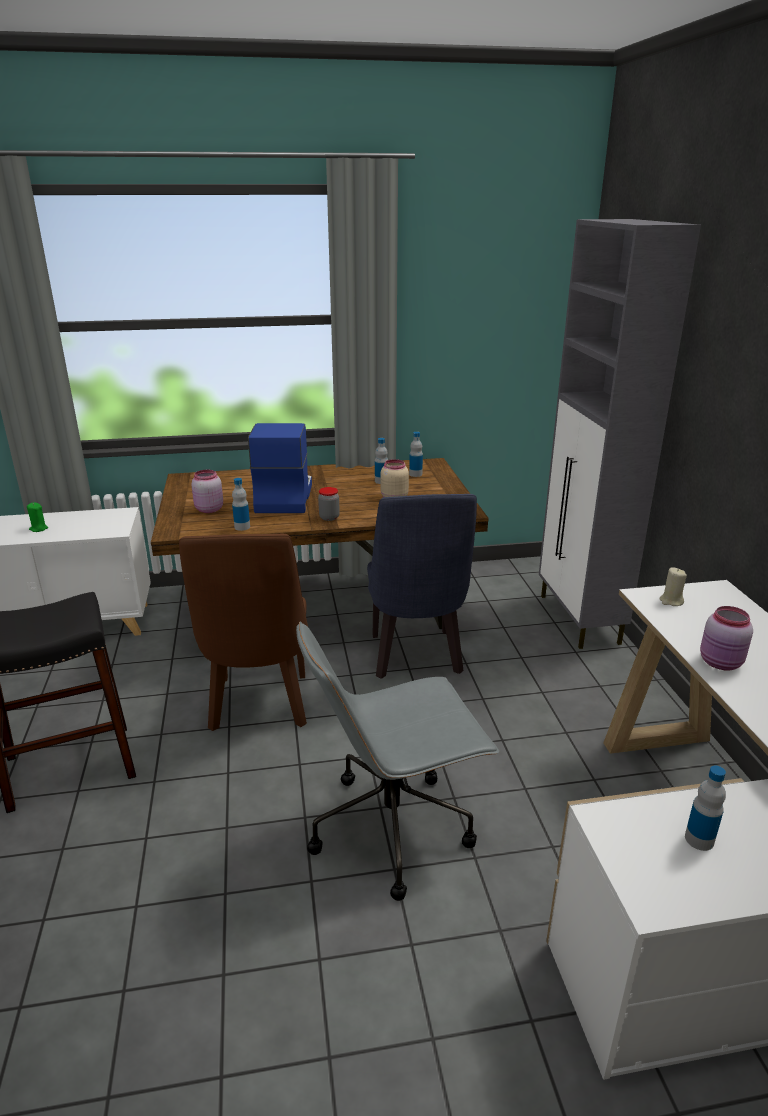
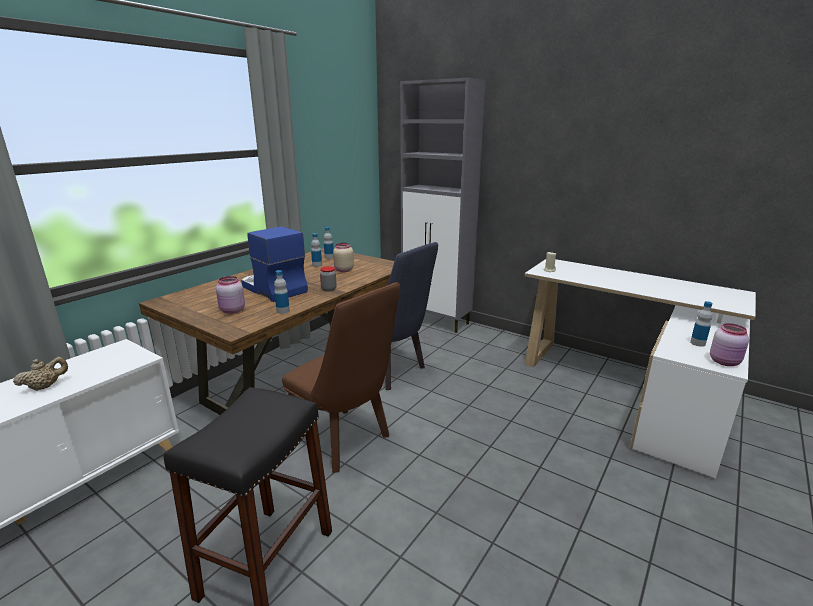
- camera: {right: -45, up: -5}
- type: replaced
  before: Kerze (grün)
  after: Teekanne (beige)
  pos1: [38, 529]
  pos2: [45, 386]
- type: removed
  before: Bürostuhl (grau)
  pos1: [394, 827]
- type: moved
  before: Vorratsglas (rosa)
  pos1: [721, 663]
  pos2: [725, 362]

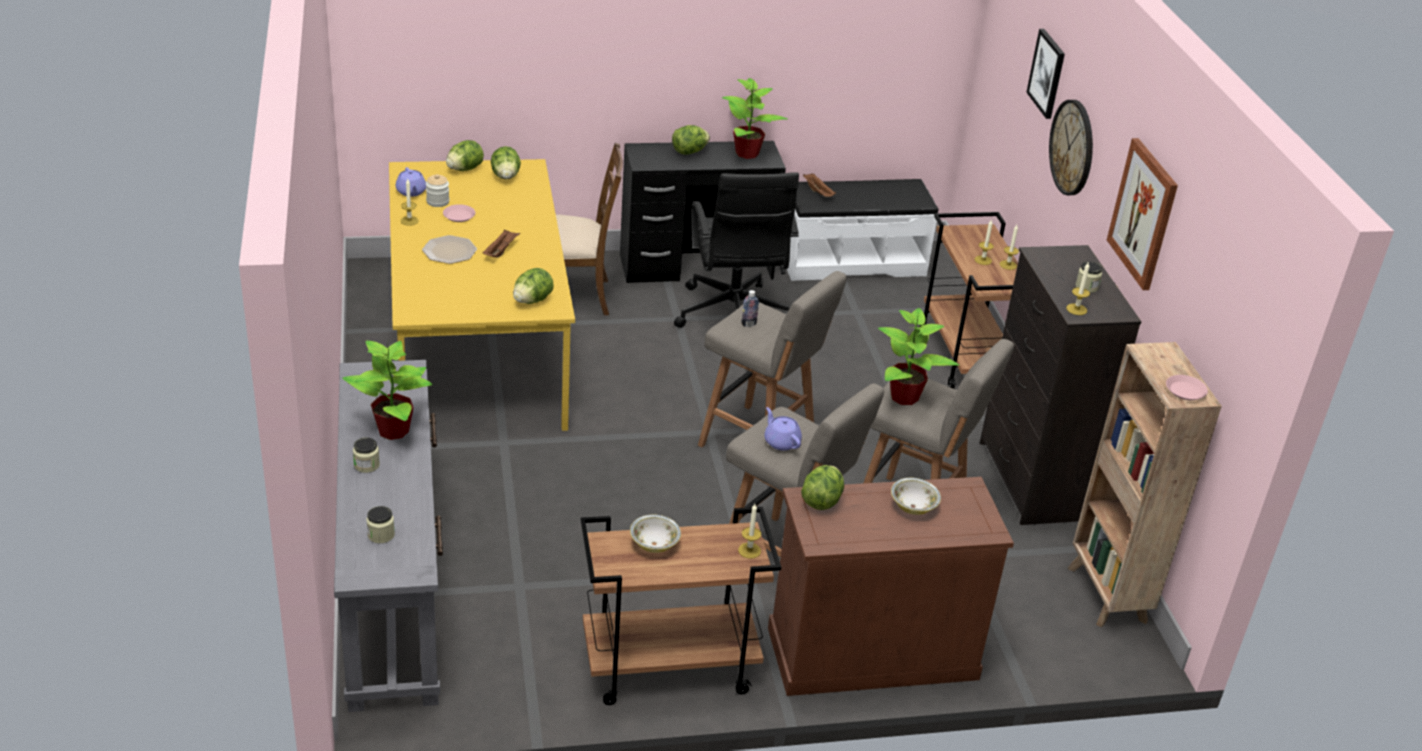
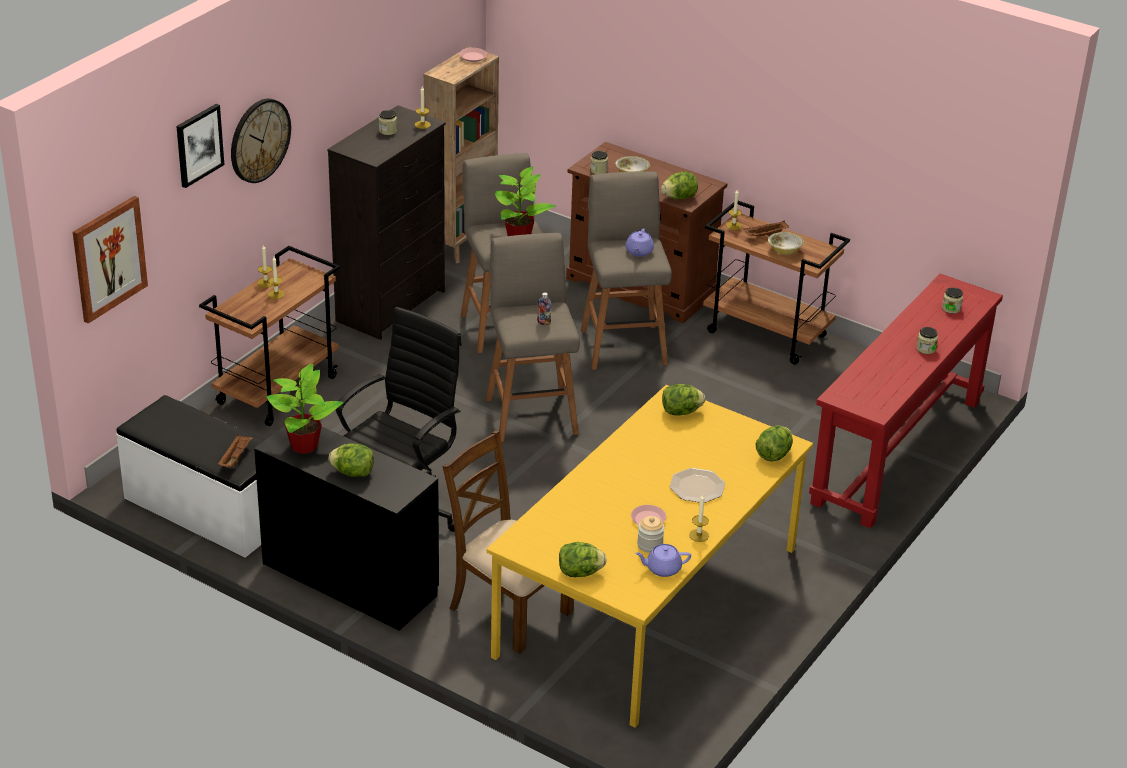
- camera: {right: -135, up: 0}
- type: recoloured
  before: Konsolentisch (grau)
  after: Konsolentisch (rot)
  pos1: [392, 590]
  pos2: [897, 451]
- type: removed
  before: Topfpflanze
  pos1: [394, 430]
- type: turned
  before: Teekanne (lila)
  pos1: [411, 192]
  pos2: [662, 568]
  turn: -120
- type: moved
  before: Tablett (braun)
  pos1: [501, 251]
  pos2: [765, 236]
- type: moved
  before: Salatkopf
  pos1: [505, 176]
  pos2: [773, 455]
- type: moved
  before: Bild
  pos1: [1143, 213]
  pos2: [109, 258]
- type: added
  after: Vorratsglas
  pos2: [598, 170]

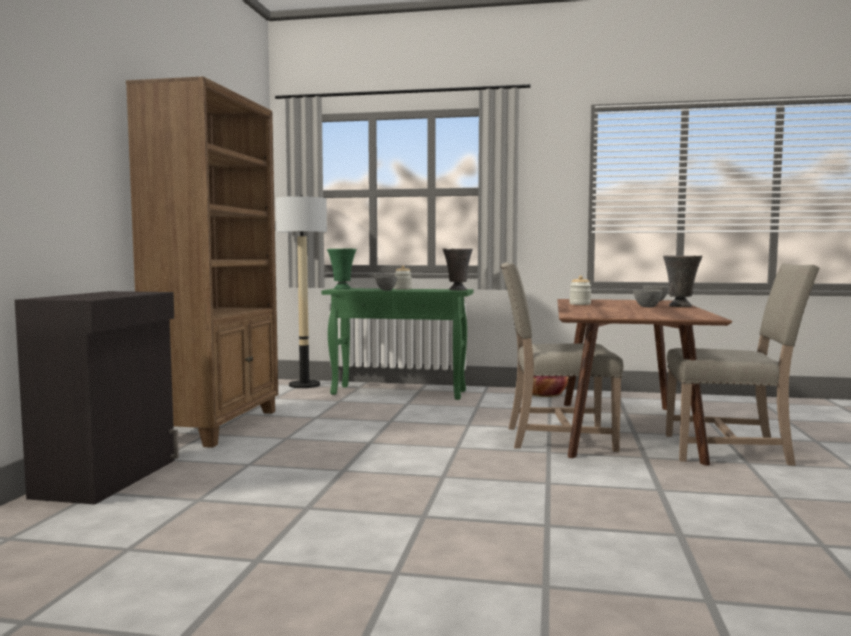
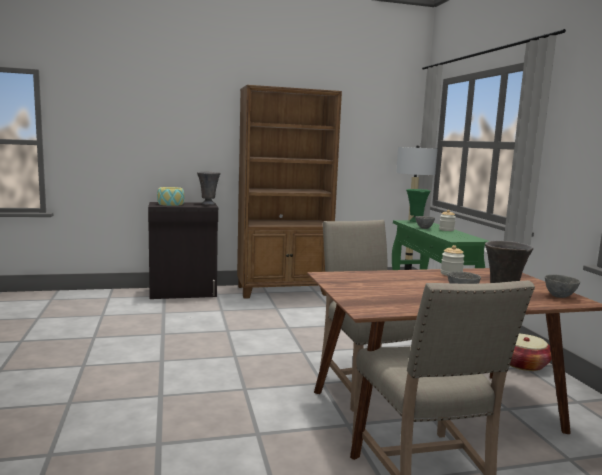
- camera: {right: 65, up: 5}
- type: moved
  before: Vase (grau)
  pos1: [457, 290]
  pos2: [208, 204]
- type: added
  after: Schüssel
  pos2: [170, 204]

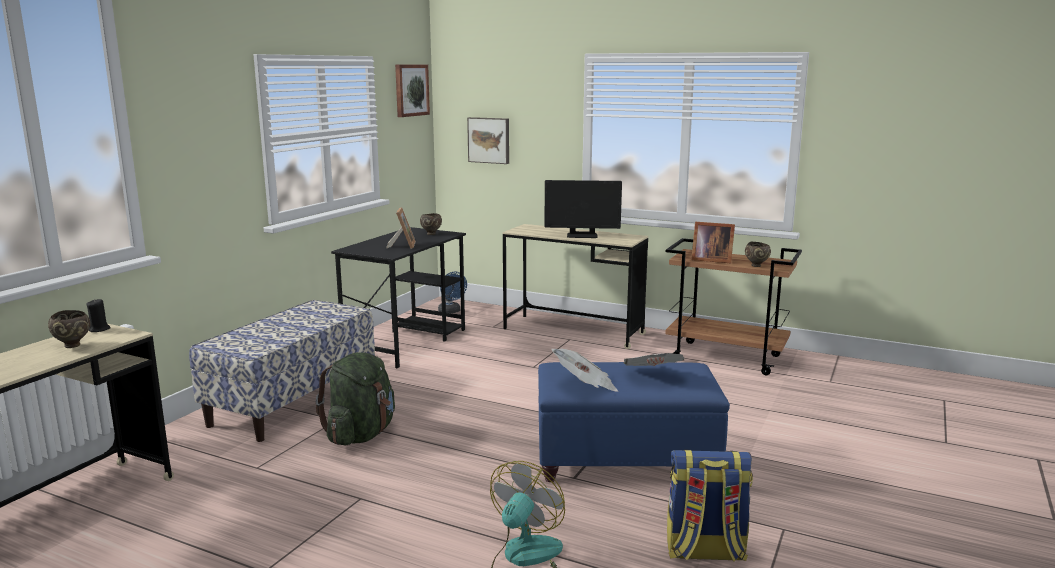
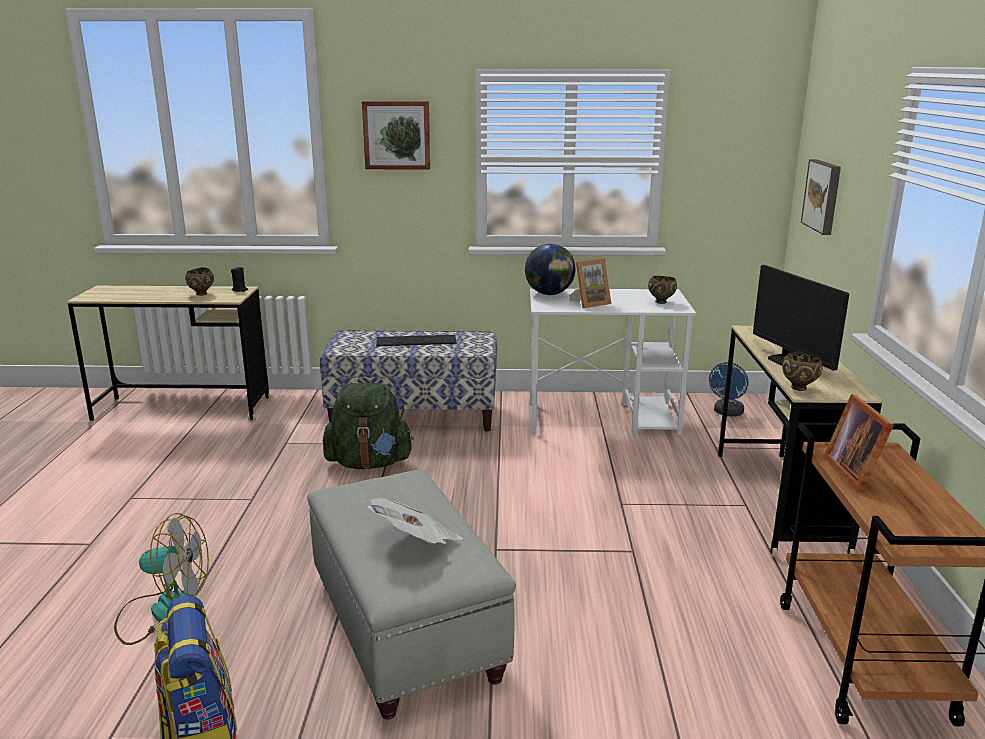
- camera: {right: 65, up: 5}
- type: recoloured
  before: Schreibtisch (schwarz)
  after: Schreibtisch (weiß)
  pos1: [407, 342]
  pos2: [604, 418]
- type: moved
  before: Bild
  pos1: [411, 90]
  pos2: [397, 135]
- type: recoloured
  before: Polsterhocker (blau)
  after: Polsterhocker (grau)
  pos1: [626, 460]
  pos2: [406, 630]
- type: removed
  before: Zeitung
  pos1: [585, 386]
- type: moved
  before: Schüssel (braun)
  pos1: [757, 266]
  pos2: [799, 388]
- type: added
  after: Tastatur
  pos2: [417, 340]
- type: added
  after: Globus
  pos2: [549, 294]

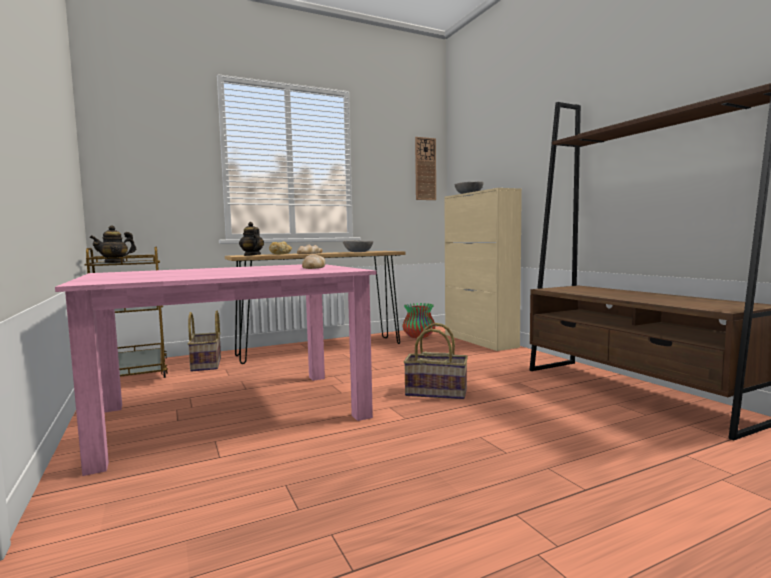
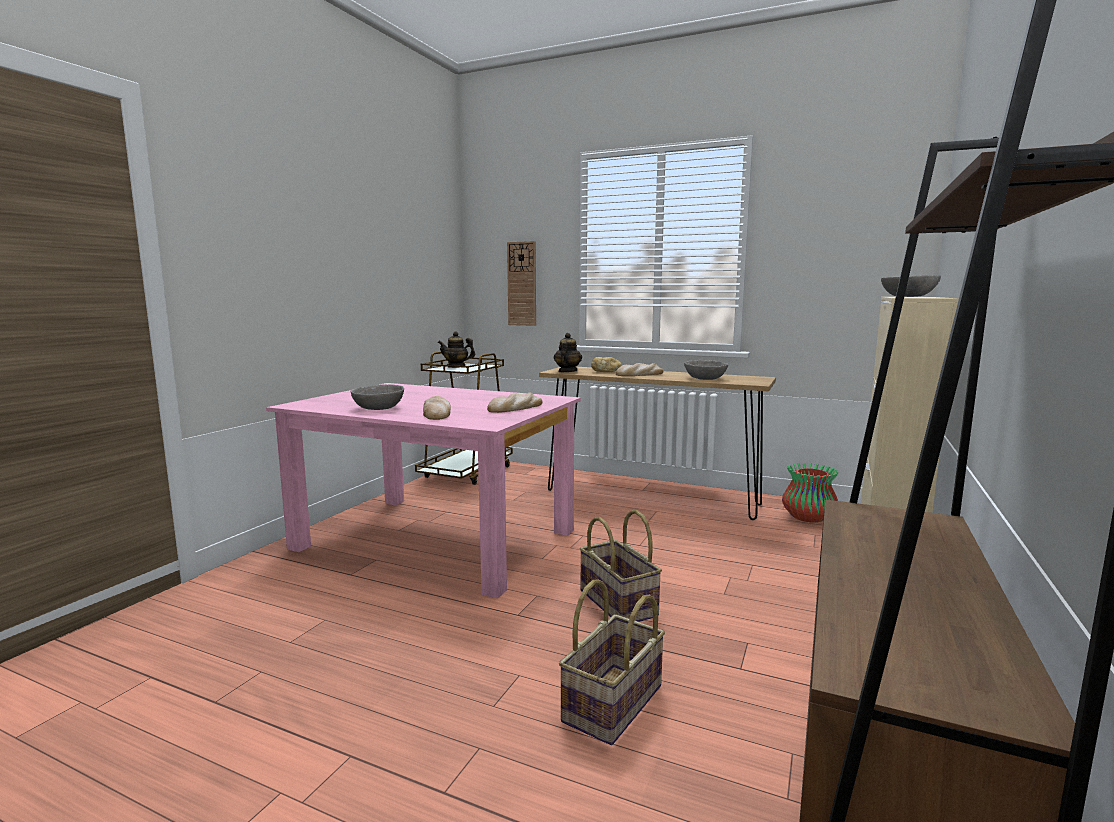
- camera: {right: 50, up: 5}
- type: moved
  before: Korb
  pos1: [207, 364]
  pos2: [614, 704]
- type: moved
  before: Wanduhr
  pos1: [425, 169]
  pos2: [522, 284]
- type: added
  after: Schüssel (grau)
  pos2: [379, 408]
- type: added
  after: Brot
  pos2: [437, 413]

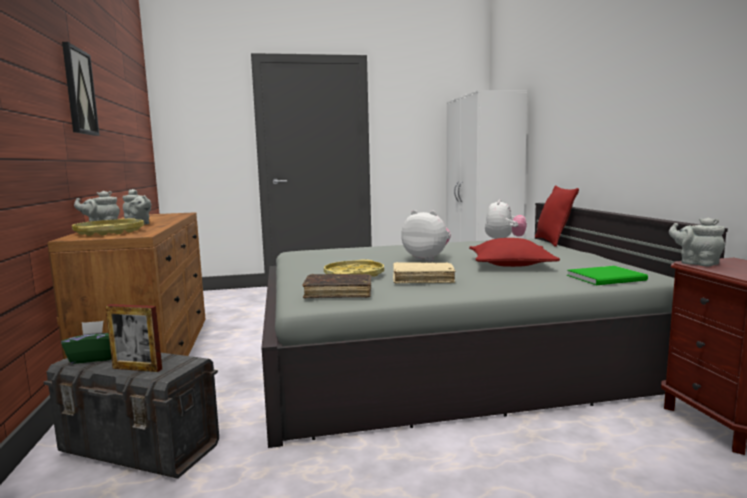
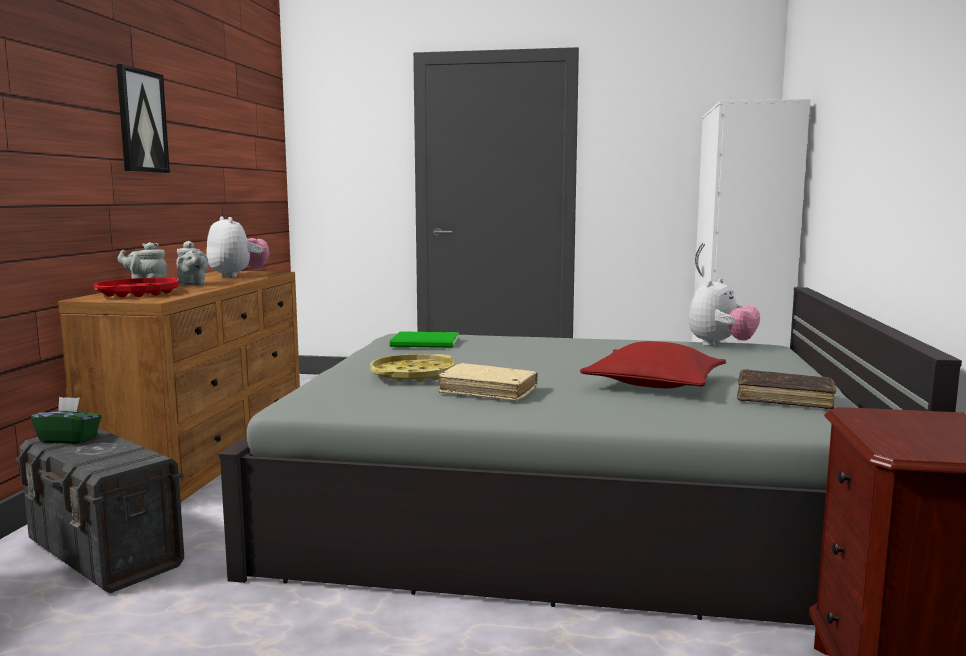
- camera: {right: 20, up: 0}
- type: recoloured
  before: Tablett (gelb)
  after: Tablett (rot)
  pos1: [110, 232]
  pos2: [138, 293]
- type: removed
  before: Bilderrahmen
  pos1: [137, 368]
- type: moved
  before: Buch (braun)
  pos1: [338, 293]
  pos2: [784, 399]
- type: moved
  before: Plüschtier
  pos1: [427, 259]
  pos2: [237, 276]
- type: removed
  before: Kissen (rot)
  pos1: [553, 241]
- type: moved
  before: Buch (grün)
  pos1: [608, 278]
  pos2: [427, 343]
- type: removed
  before: Teekanne (grau)
  pos1: [696, 263]

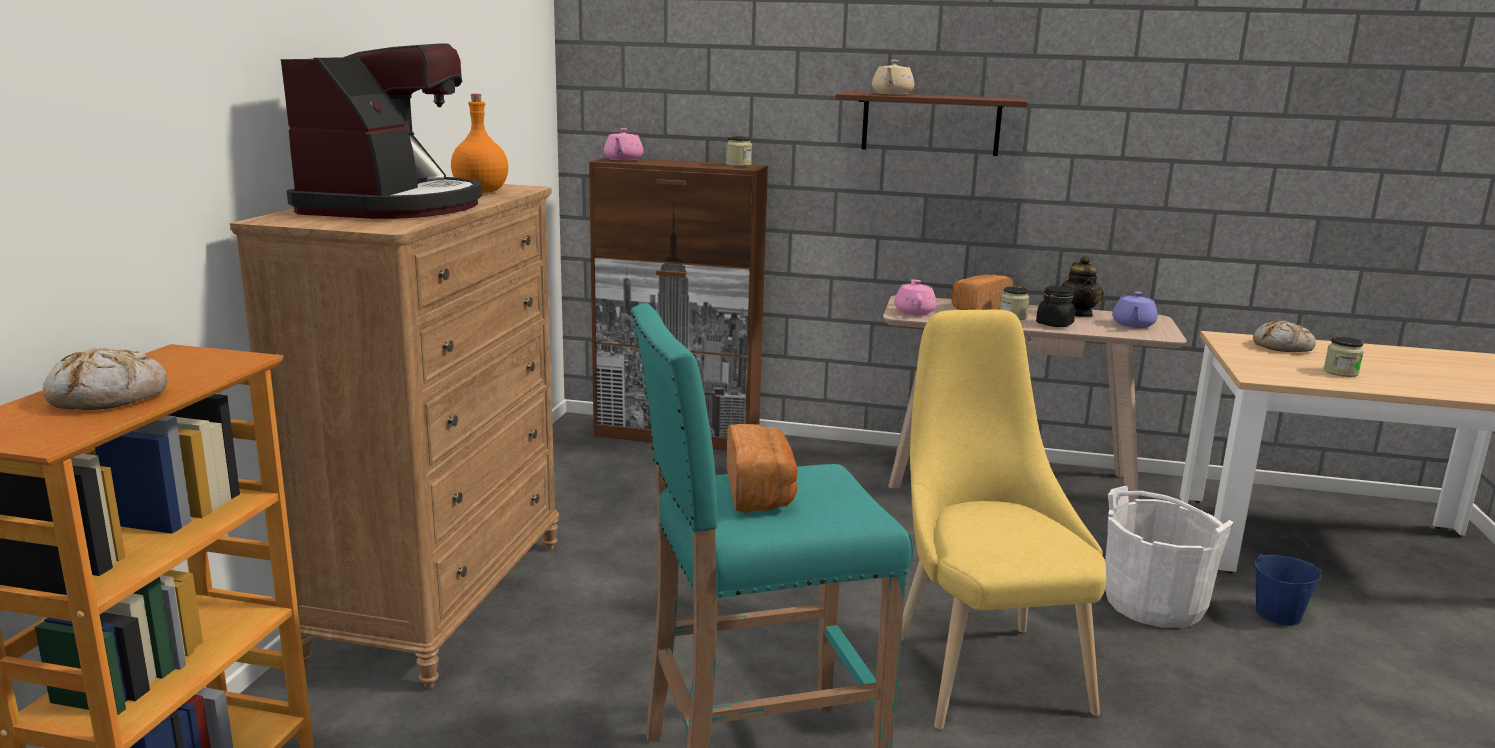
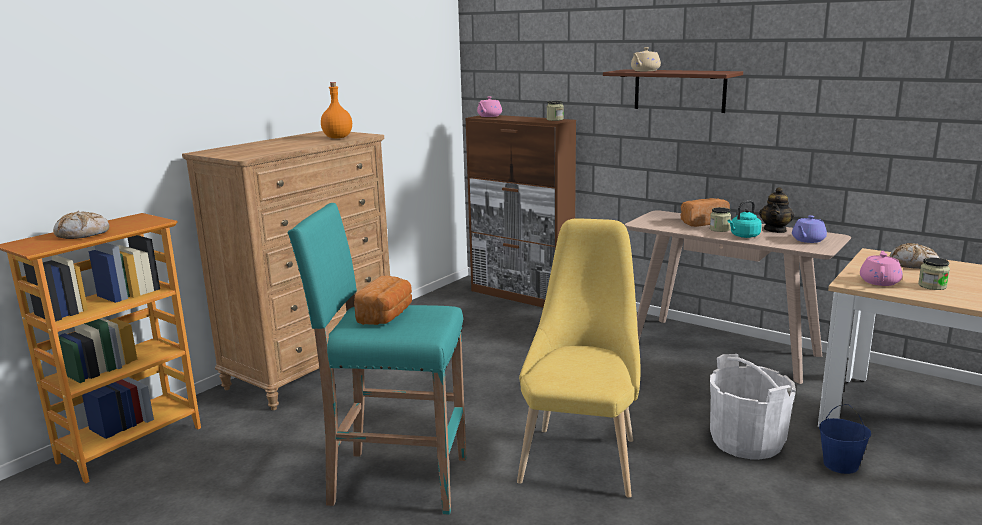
- camera: {right: 25, up: 0}
- type: removed
  before: Kaffeemaschine
  pos1: [393, 207]
- type: moved
  before: Teekanne (rosa)
  pos1: [914, 311]
  pos2: [879, 281]
- type: replaced
  before: Vorratsglas (schwarz)
  after: Wasserkessel (türkis)
  pos1: [1054, 324]
  pos2: [743, 236]

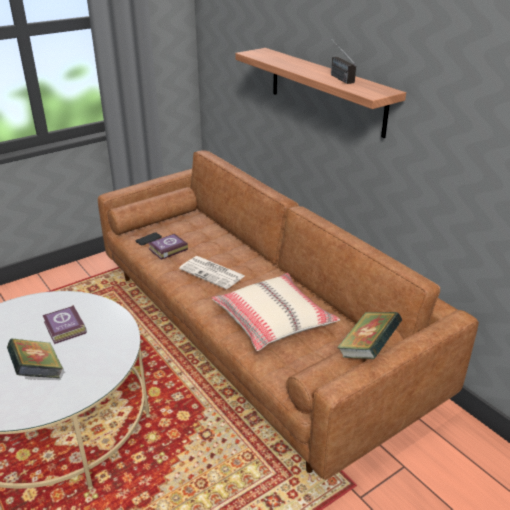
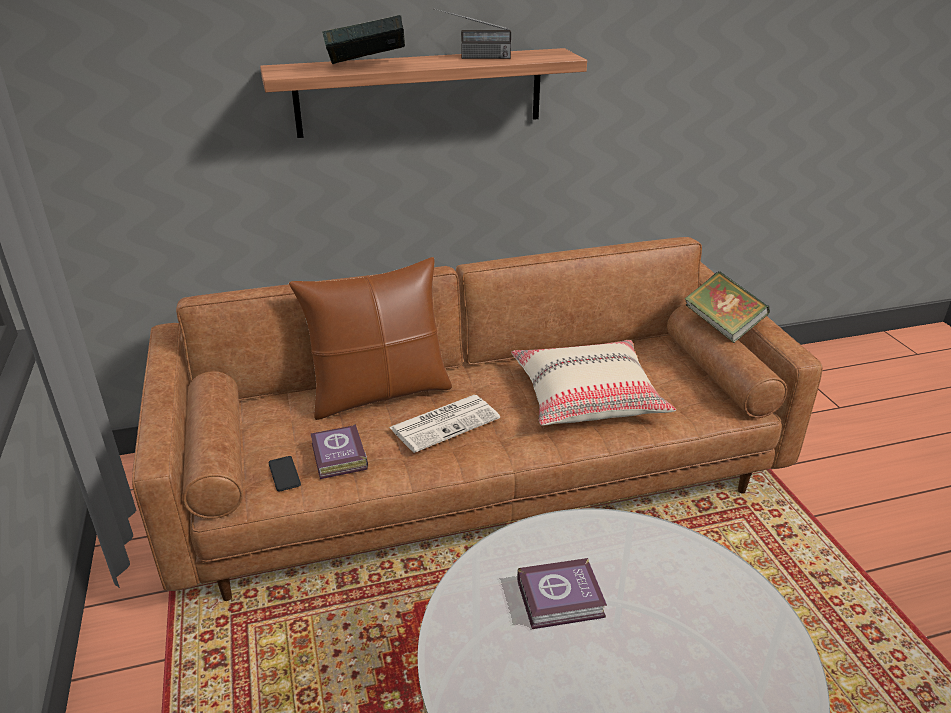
- camera: {right: -70, up: 0}
- type: moved
  before: Buch
  pos1: [38, 373]
  pos2: [366, 67]
- type: added
  after: Kissen (braun)
  pos2: [379, 393]

